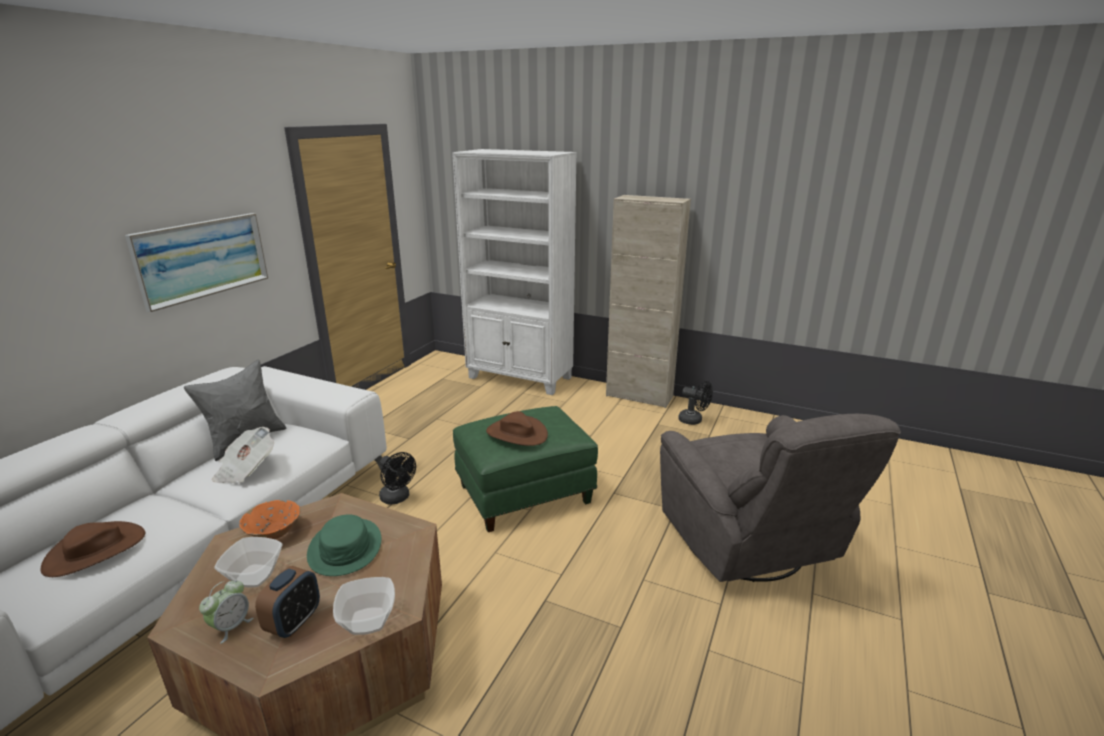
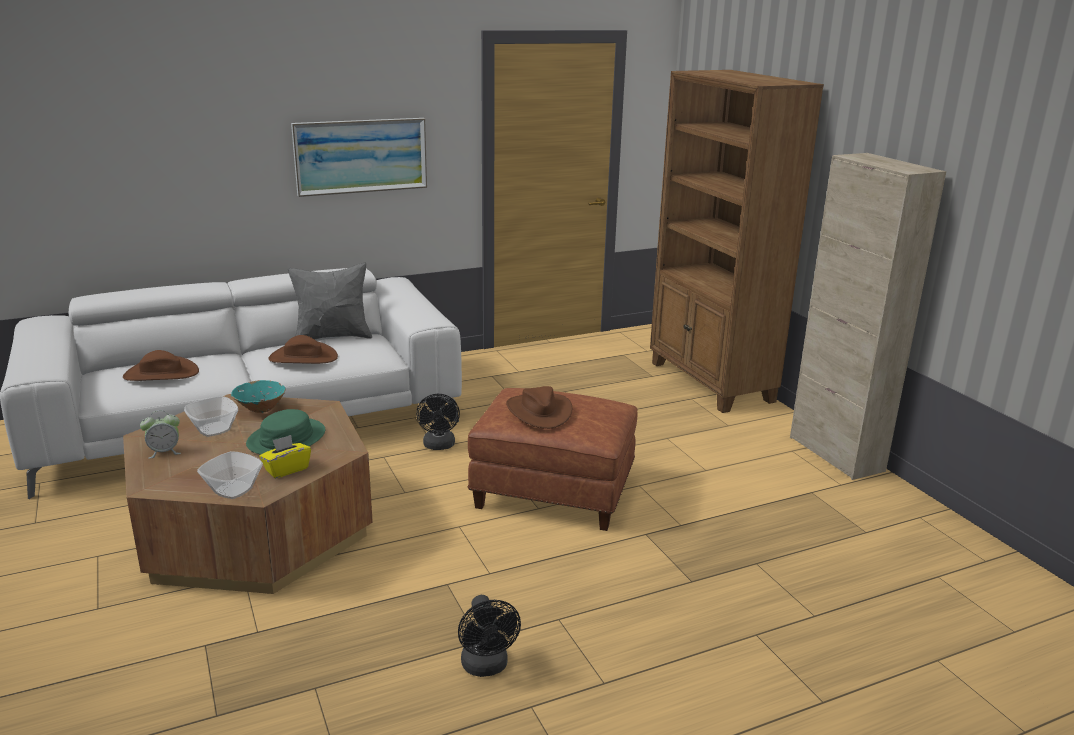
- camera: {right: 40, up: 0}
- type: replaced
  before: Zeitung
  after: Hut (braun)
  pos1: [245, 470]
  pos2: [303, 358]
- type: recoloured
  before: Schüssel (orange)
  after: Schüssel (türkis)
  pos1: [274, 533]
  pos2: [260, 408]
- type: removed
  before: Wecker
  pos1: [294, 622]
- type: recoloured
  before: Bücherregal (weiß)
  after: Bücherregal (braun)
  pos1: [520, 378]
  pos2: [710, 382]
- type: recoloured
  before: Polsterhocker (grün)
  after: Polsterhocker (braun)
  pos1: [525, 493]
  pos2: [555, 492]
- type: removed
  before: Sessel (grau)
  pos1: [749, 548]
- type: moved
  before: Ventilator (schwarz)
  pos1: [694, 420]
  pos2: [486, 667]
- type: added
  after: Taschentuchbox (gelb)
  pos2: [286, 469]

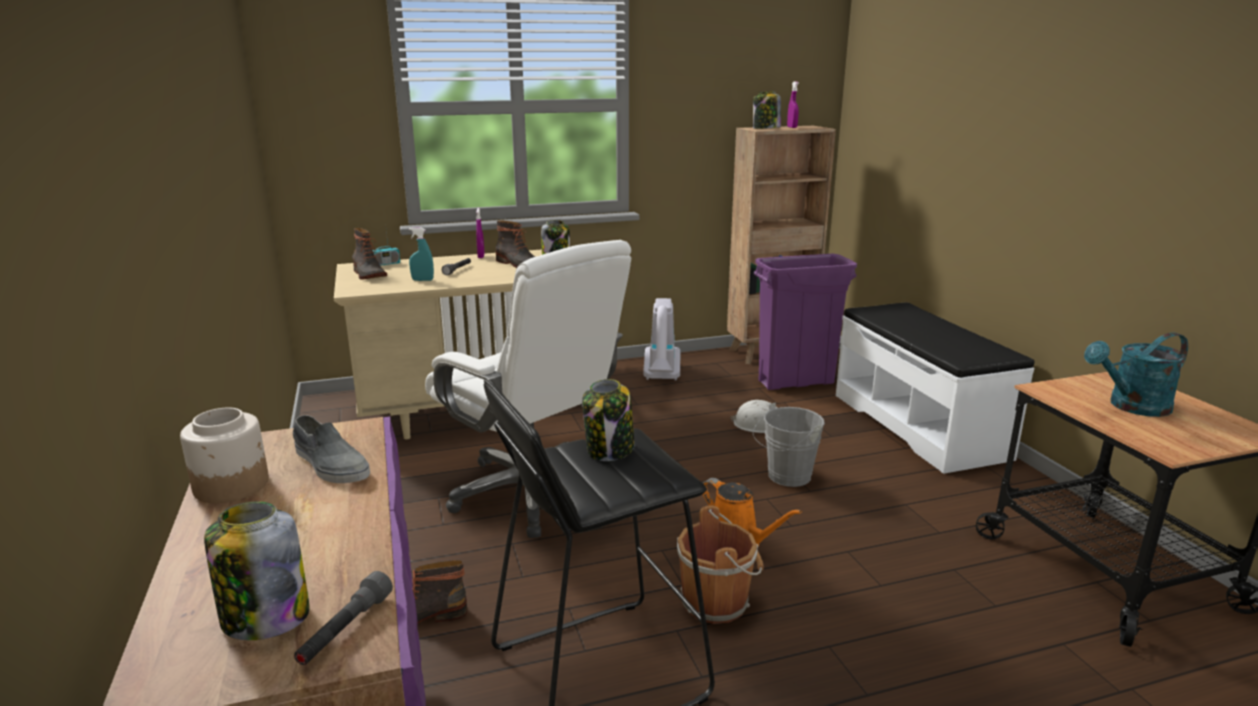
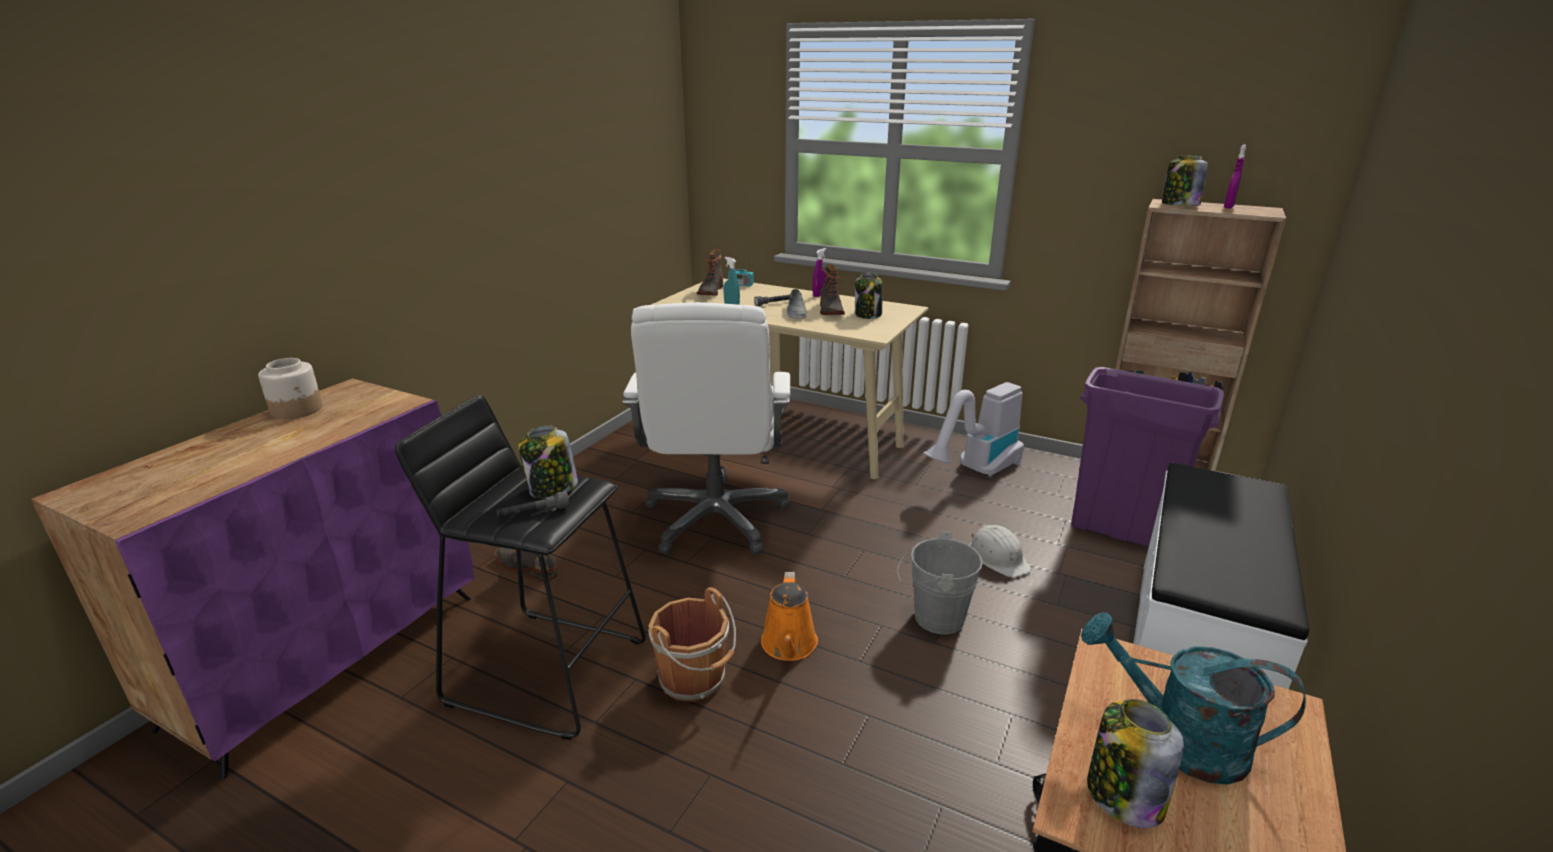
- camera: {right: 45, up: 5}
- type: moved
  before: Vorratsglas
  pos1: [264, 617]
  pos2: [1123, 795]
- type: moved
  before: Schuh (grau)
  pos1: [330, 464]
  pos2: [796, 312]
- type: moved
  before: Taschenlampe (grau)
  pos1: [345, 630]
  pos2: [534, 513]

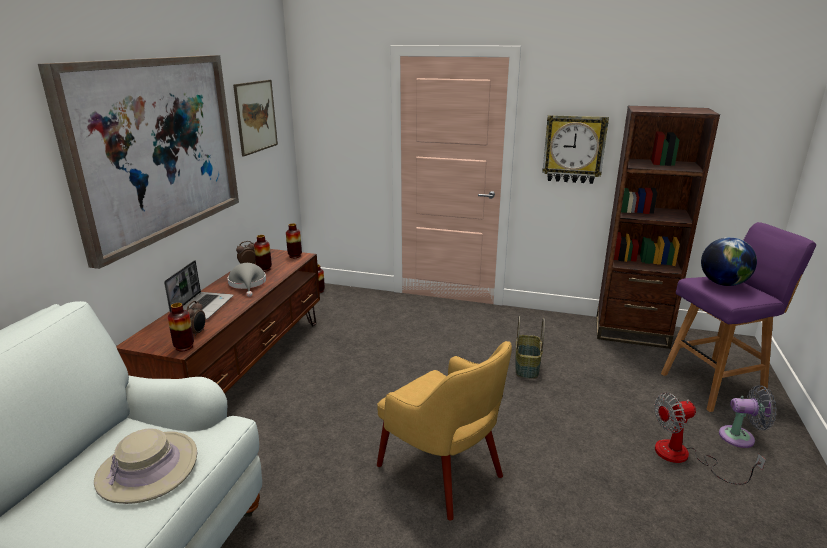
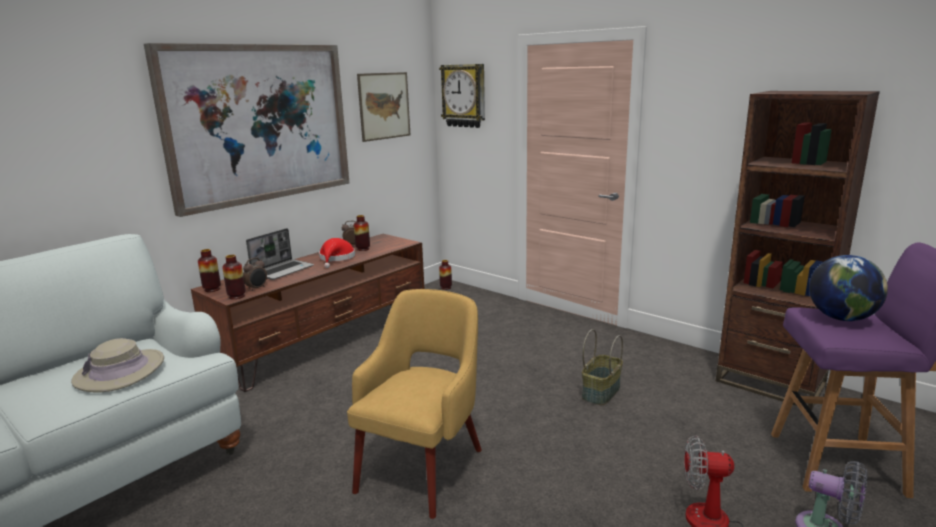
- camera: {right: 25, up: -5}
- type: recoloured
  before: Hut (grau)
  after: Hut (rot)
  pos1: [248, 284]
  pos2: [336, 258]
- type: moved
  before: Vase
  pos1: [295, 256]
  pos2: [212, 289]
- type: turned
  before: Sessel (gelb)
  pos1: [442, 472]
  pos2: [423, 467]
  turn: -135
- type: moved
  before: Wanduhr
  pos1: [574, 149]
  pos2: [464, 96]

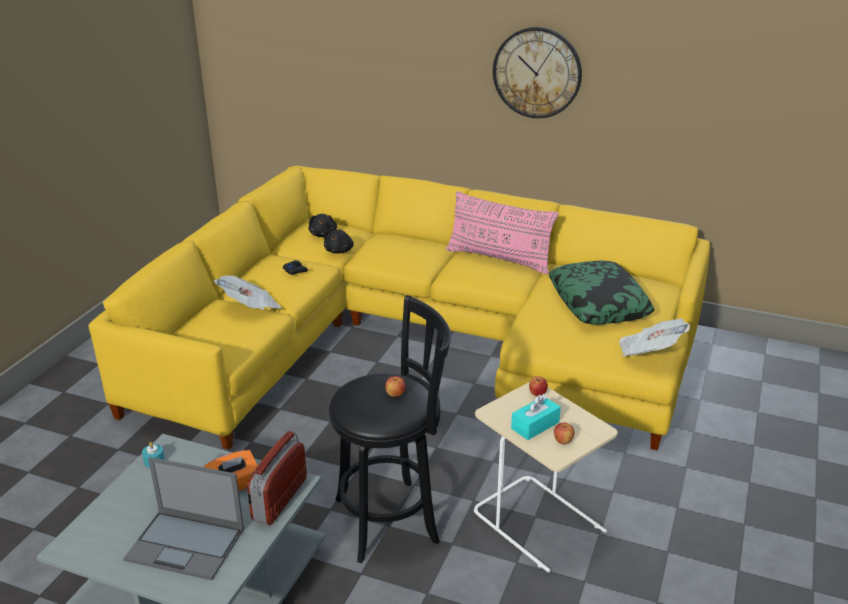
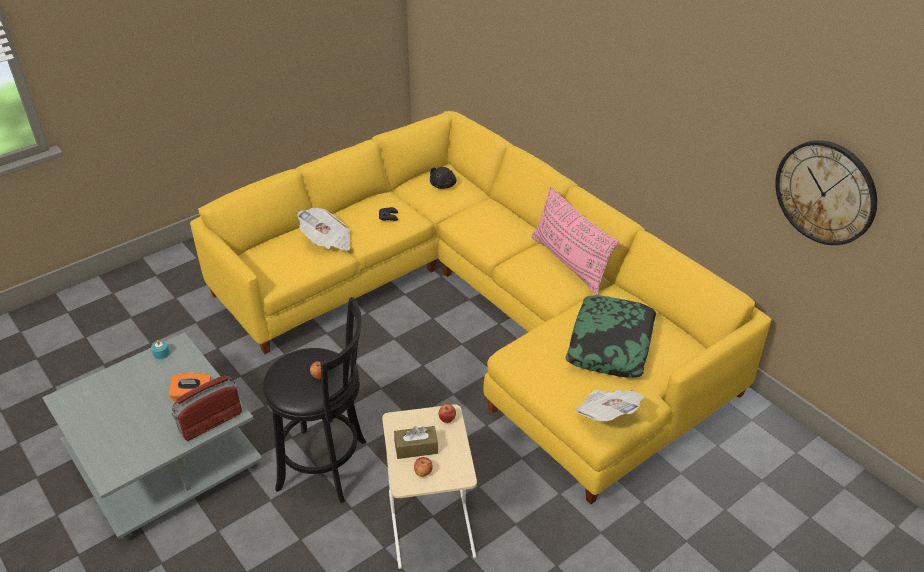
- camera: {right: 30, up: 10}
- type: removed
  before: Laptop
  pos1: [187, 544]
- type: removed
  before: Plüschtier (schwarz)
  pos1: [339, 250]
- type: moved
  before: Wanduhr
  pos1: [537, 73]
  pos2: [825, 192]
- type: recoloured
  before: Taschentuchbox (türkis)
  after: Taschentuchbox (braun)
  pos1: [535, 425]
  pos2: [416, 448]

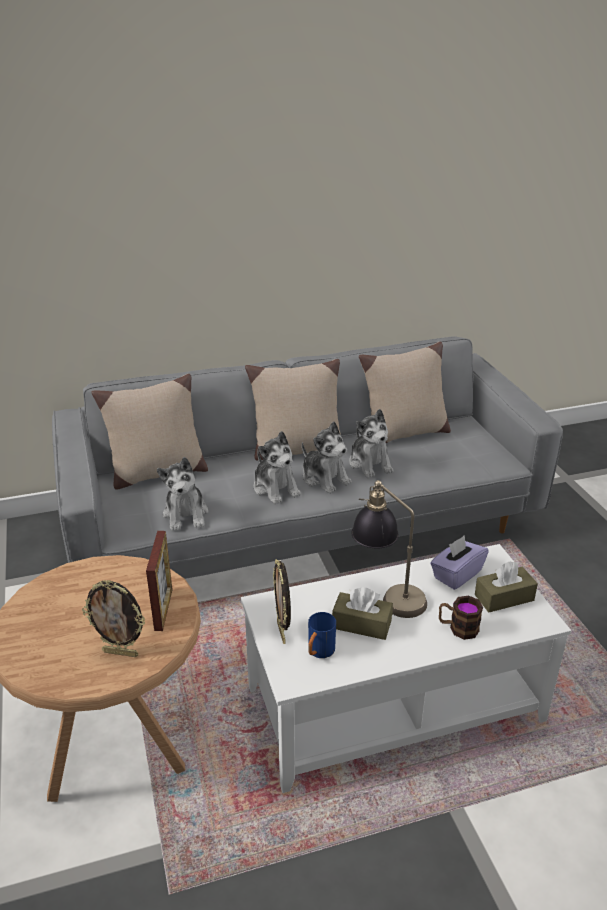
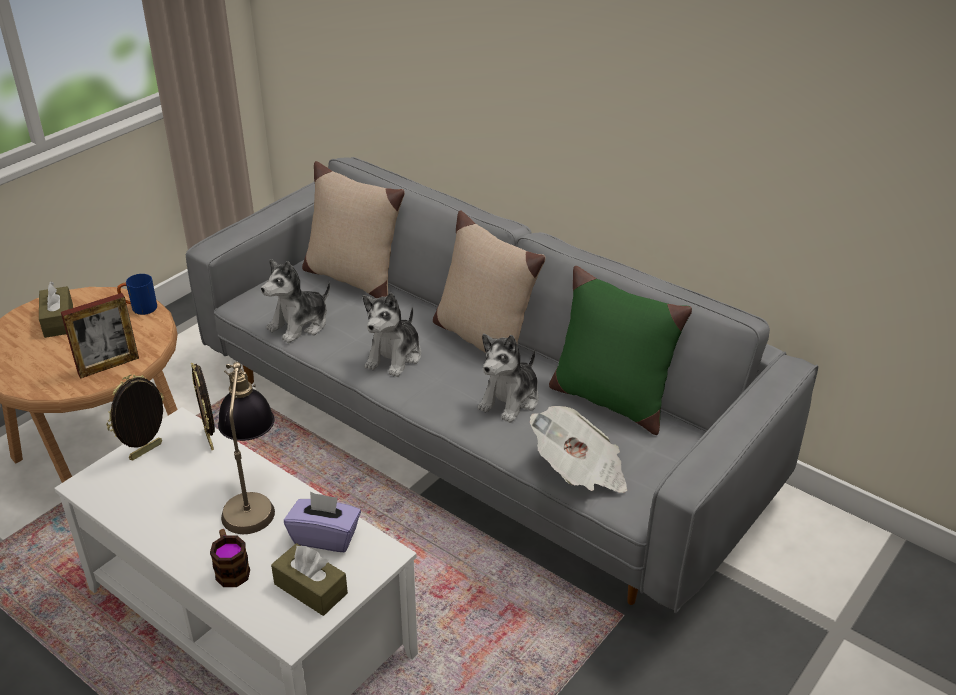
- camera: {right: 55, up: 5}
- type: moved
  before: Bilderrahmen
  pos1: [121, 653]
  pos2: [210, 439]
- type: removed
  before: Plüschtier
  pos1: [325, 478]
- type: moved
  before: Henkelbecher (blau)
  pos1: [319, 652]
  pos2: [139, 308]
- type: moved
  before: Taschentuchbox (braun)
  pos1: [361, 624]
  pos2: [58, 321]
- type: recoloured
  before: Kissen (beige)
  after: Kissen (grün)
  pos1: [403, 433]
  pos2: [609, 399]
- type: added
  after: Zeitung
  pos2: [579, 471]

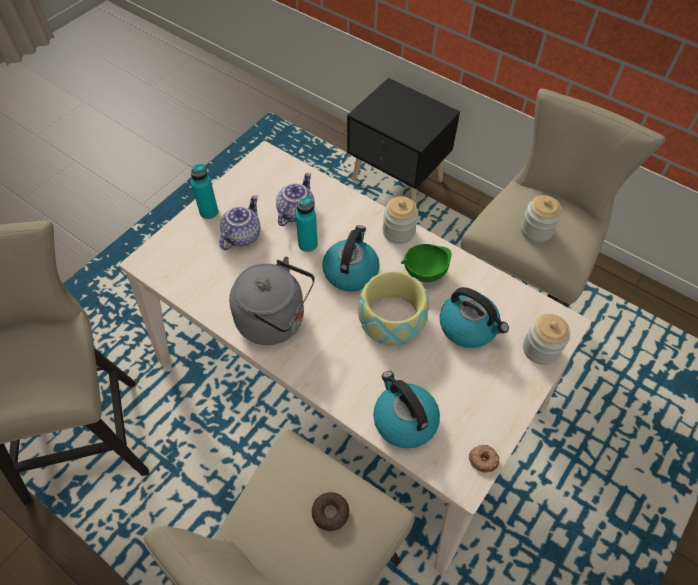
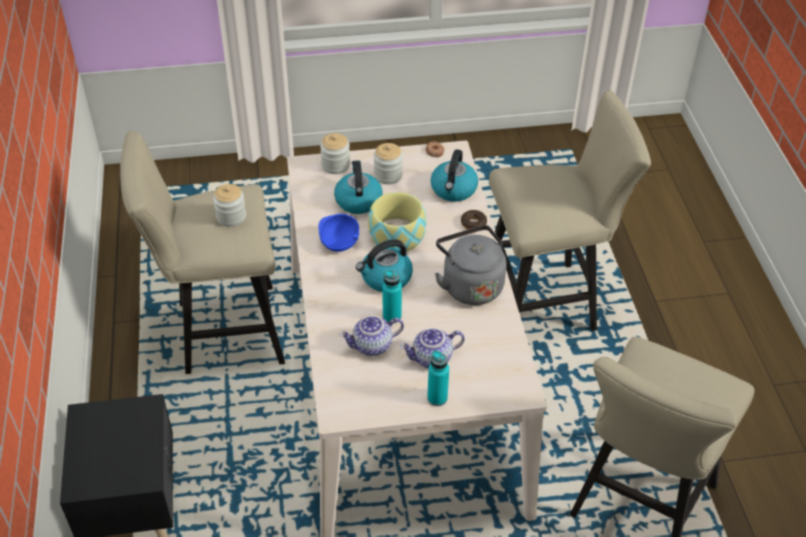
- camera: {right: -135, up: -10}
- type: moved
  before: Donut
  pos1: [330, 513]
  pos2: [473, 223]
- type: moved
  before: Vorratsglas
  pos1: [398, 231]
  pos2: [388, 175]
- type: recoloured
  before: Schüssel (grün)
  after: Schüssel (blau)
  pos1: [424, 271]
  pos2: [339, 244]

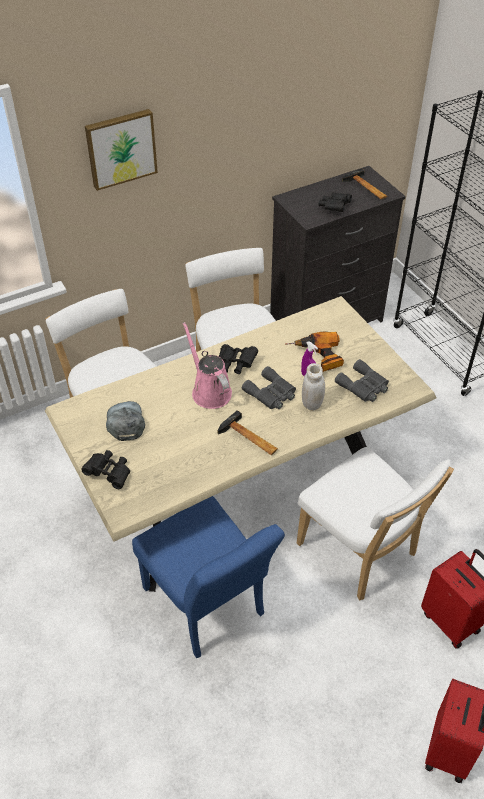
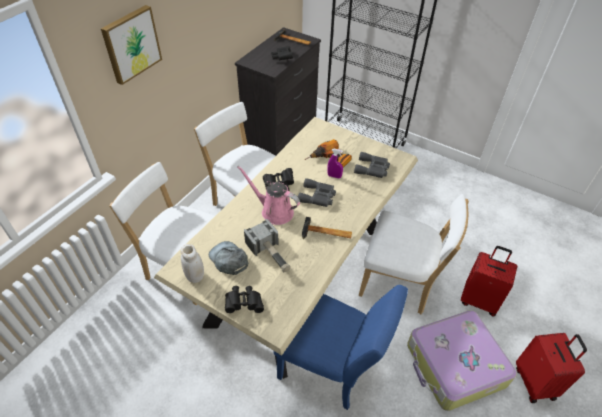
- camera: {right: -30, up: 0}
- type: moved
  before: Vorratsglas (weiß)
  pos1: [312, 403]
  pos2: [195, 276]
- type: added
  after: Hammer
  pos2: [271, 254]
- type: added
  after: Koffer
  pos2: [454, 365]

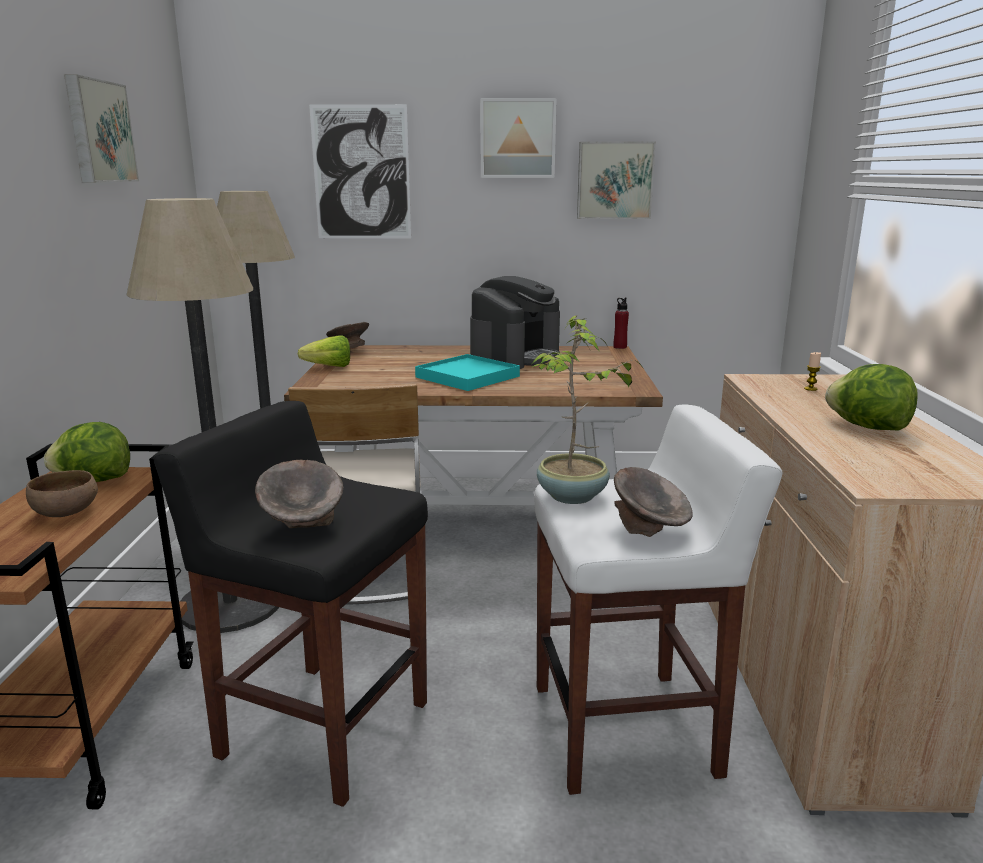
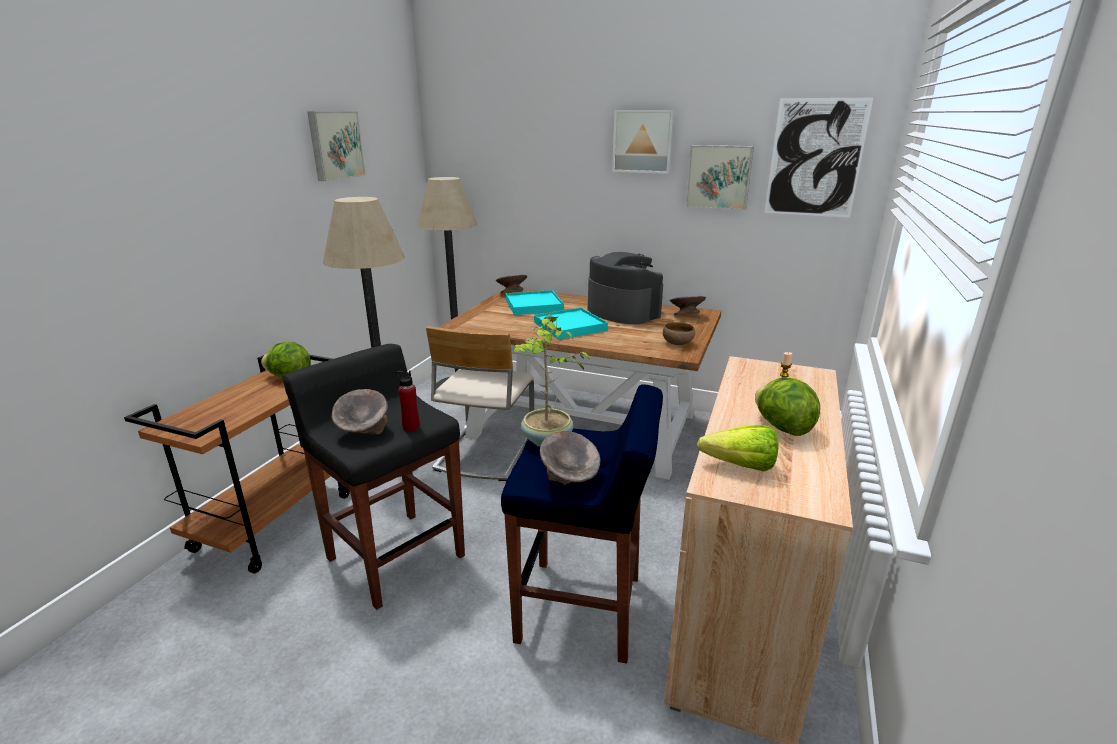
- camera: {right: 20, up: 5}
- type: moved
  before: Schüssel (braun)
  pos1: [67, 512]
  pos2: [678, 343]
- type: moved
  before: Salatkopf
  pos1: [325, 367]
  pos2: [733, 465]
- type: moved
  before: Bild
  pos1: [361, 173]
  pos2: [815, 158]
- type: turned
  before: Kaffeemaschine
  pos1: [515, 357]
  pos2: [622, 312]
  turn: -90
- type: recoloured
  before: Hocker (weiß)
  after: Hocker (blau)
  pos1: [628, 730]
  pos2: [582, 609]
- type: moved
  before: Flasche (rot)
  pos1: [620, 347]
  pos2: [411, 427]
- type: added
  after: Tablett (türkis)
  pos2: [533, 305]
- type: added
  after: Schüssel (grau)
  pos2: [685, 316]

